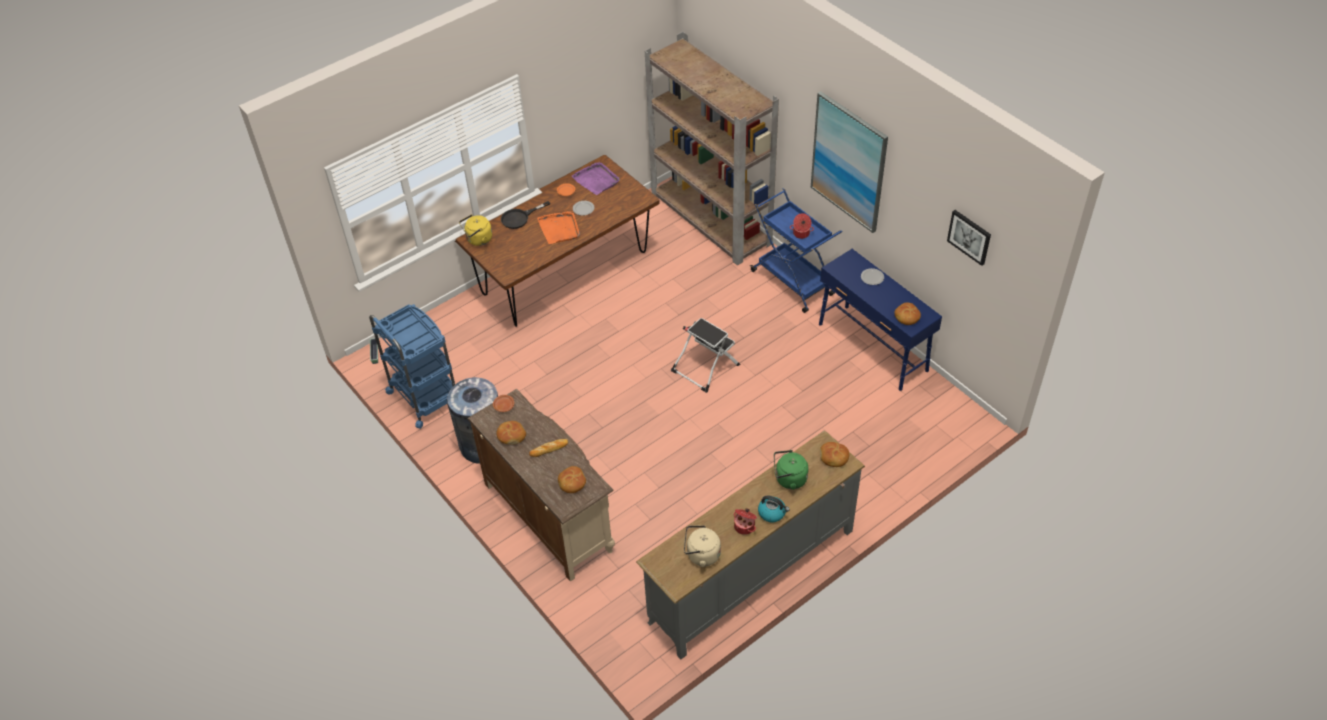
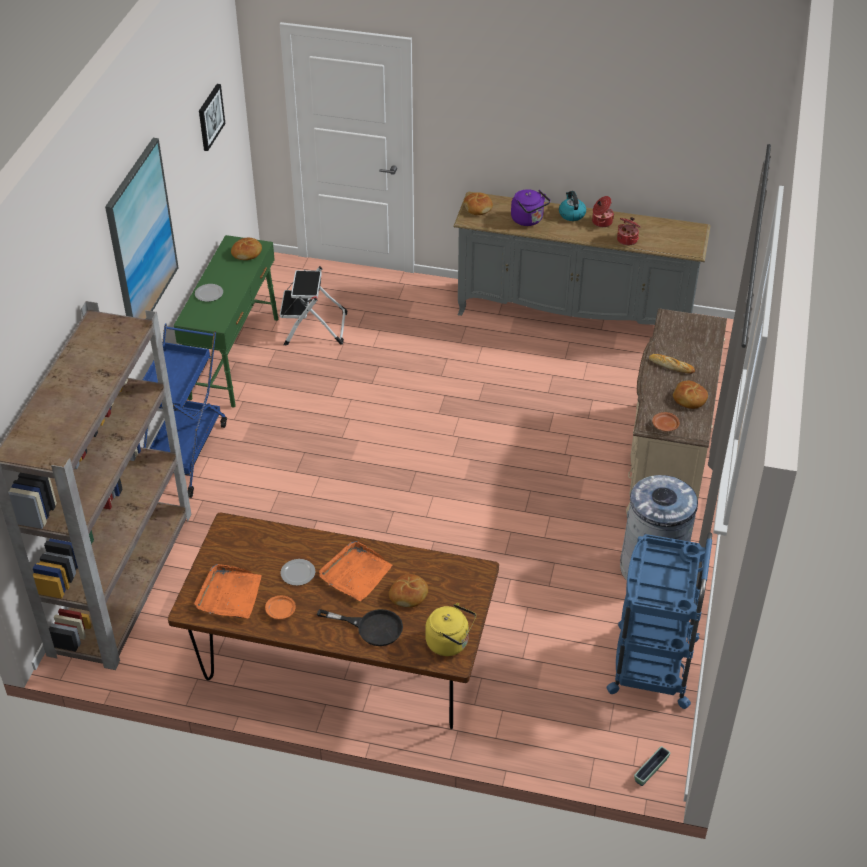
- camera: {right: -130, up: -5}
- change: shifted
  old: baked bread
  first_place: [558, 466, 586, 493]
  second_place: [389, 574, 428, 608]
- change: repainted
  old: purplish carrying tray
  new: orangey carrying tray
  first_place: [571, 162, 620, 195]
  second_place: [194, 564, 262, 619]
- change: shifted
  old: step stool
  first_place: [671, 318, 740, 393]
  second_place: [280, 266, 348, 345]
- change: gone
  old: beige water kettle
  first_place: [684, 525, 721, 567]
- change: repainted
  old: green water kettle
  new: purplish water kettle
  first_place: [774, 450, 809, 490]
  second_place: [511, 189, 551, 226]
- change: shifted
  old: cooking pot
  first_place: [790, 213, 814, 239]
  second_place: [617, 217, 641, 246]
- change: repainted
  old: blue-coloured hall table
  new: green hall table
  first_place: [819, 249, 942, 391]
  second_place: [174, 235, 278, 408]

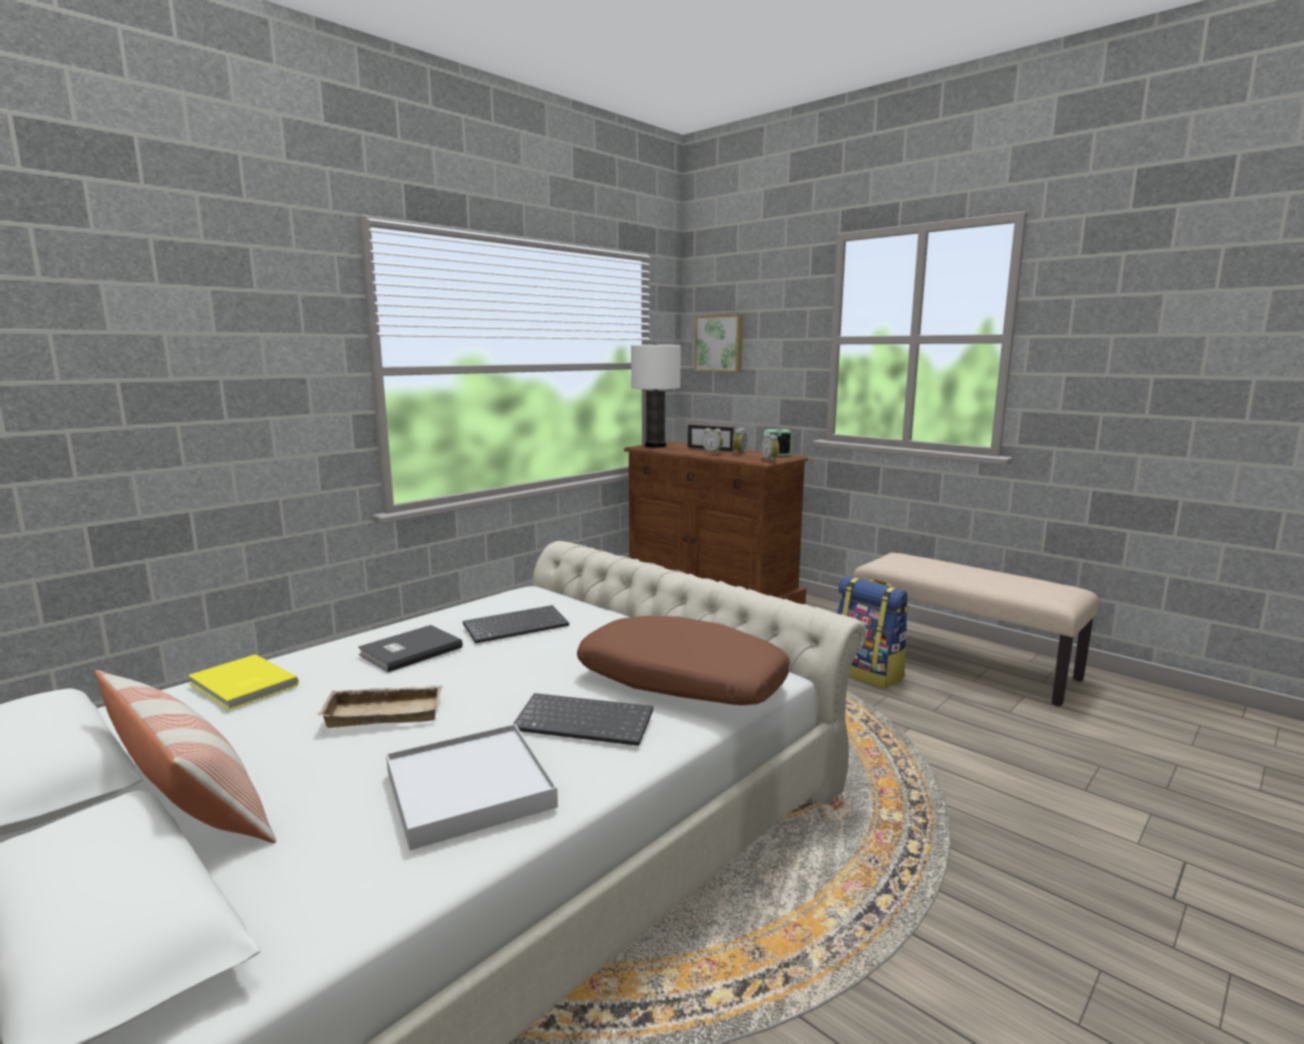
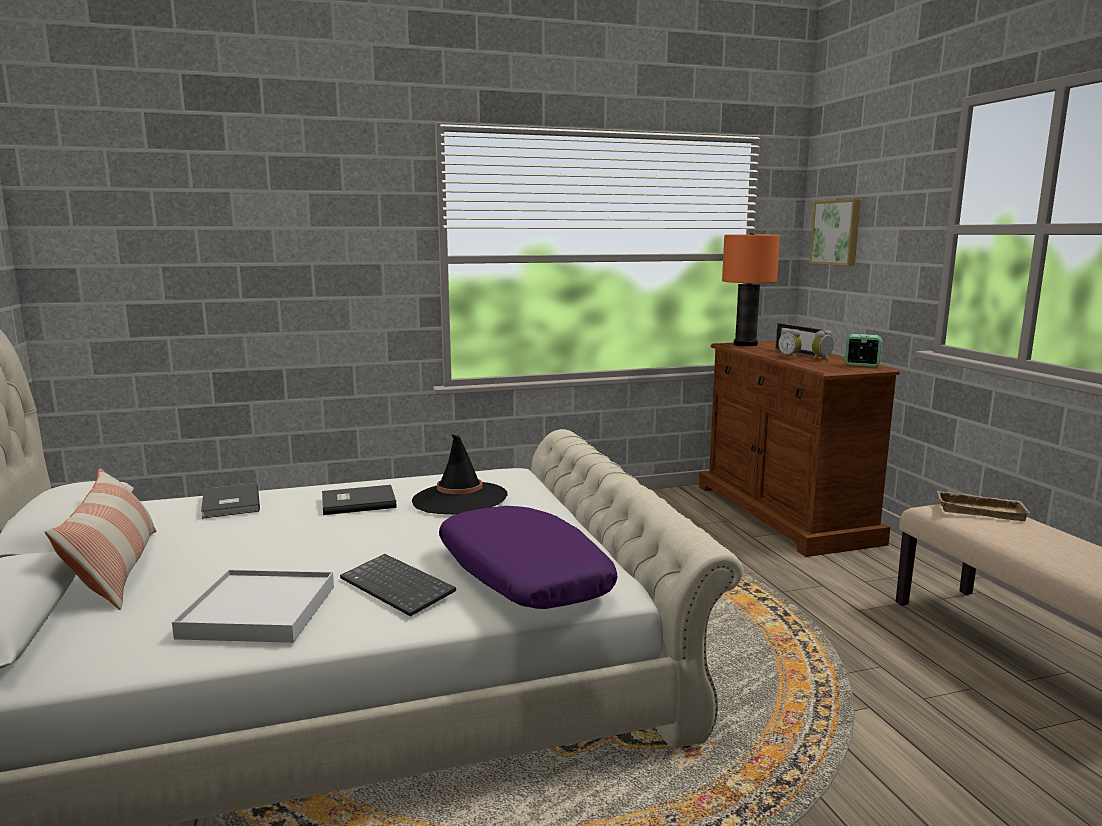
- camera: {right: 30, up: 0}
- change: repainted
  old: yellow volume
  new: greyish volume
  first_place: [188, 654, 299, 710]
  second_place: [201, 483, 260, 519]
- change: shifted
  old: beige carrying tray
  first_place: [318, 685, 443, 728]
  second_place: [937, 491, 1030, 521]
- change: swapped
  old: keyboard
  new: black-coloured wearable hat
  first_place: [463, 605, 569, 643]
  second_place: [412, 434, 508, 514]
- change: repainted
  old: brown-coloured pillow
  new: purplish pillow
  first_place: [577, 616, 790, 705]
  second_place: [439, 506, 617, 609]
- change: repainted
  old: white-coloured lamp for a table
  new: orangey lamp for a table
  first_place: [631, 343, 681, 448]
  second_place: [722, 233, 780, 346]
- change: gone
  old: alarm clock
  first_place: [761, 433, 779, 462]
- change: gone
  old: knapsack
  first_place: [837, 576, 909, 689]

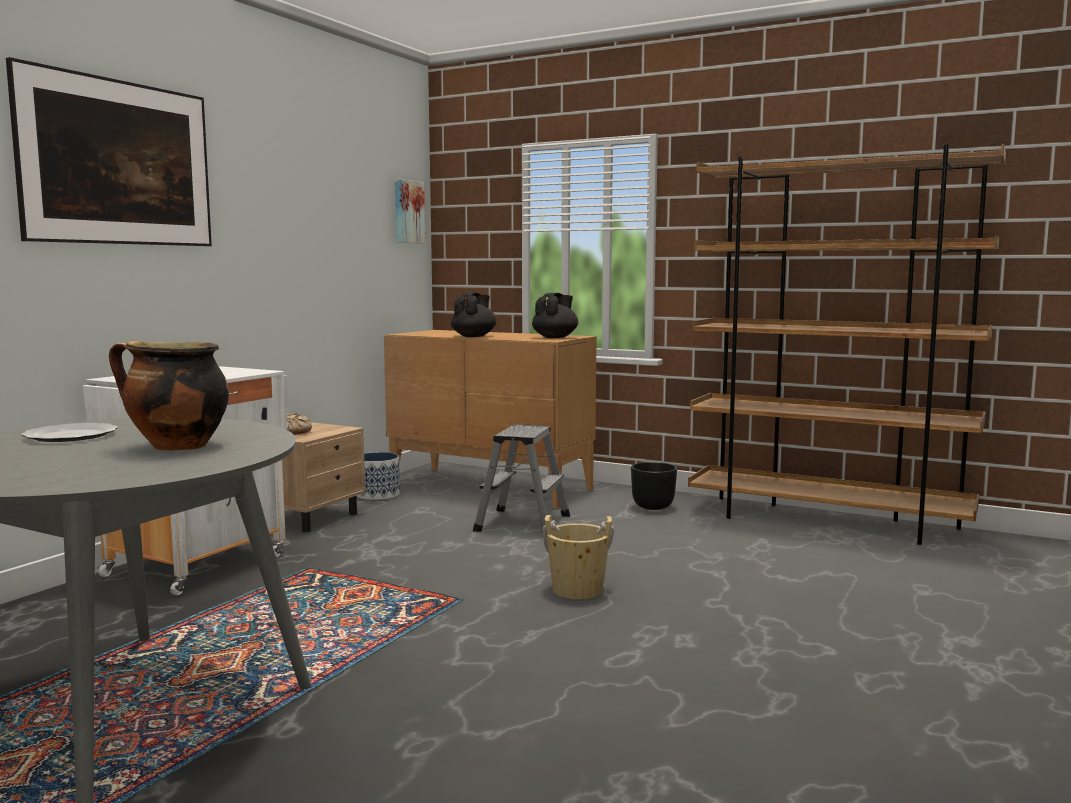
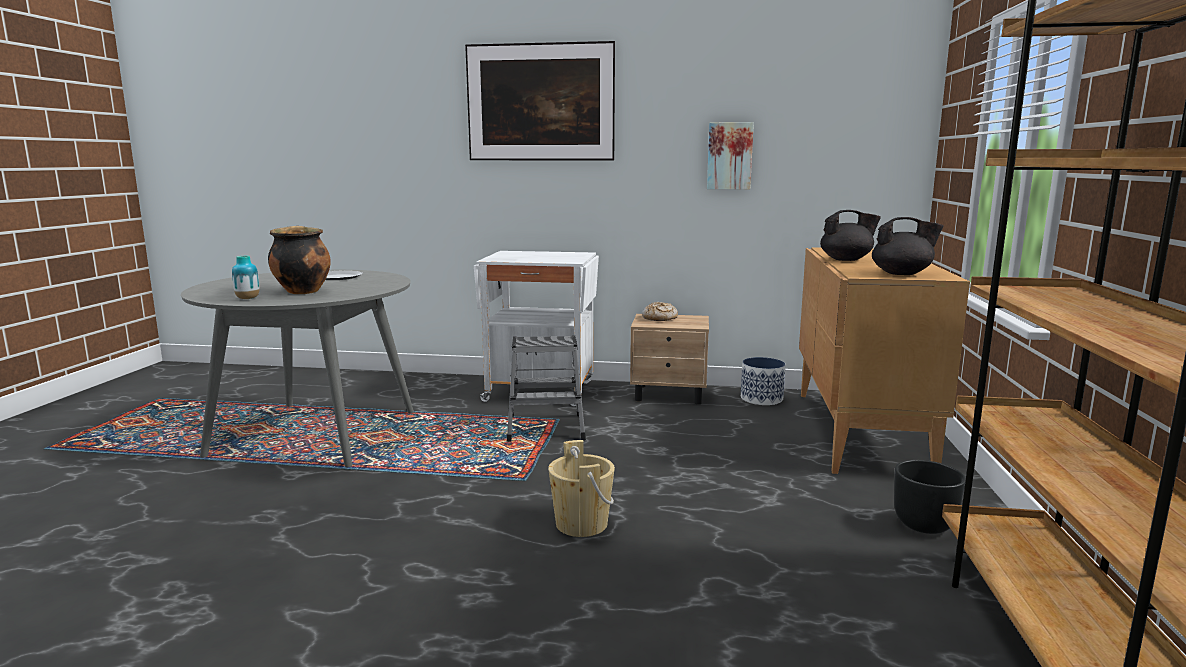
- camera: {right: 70, up: 5}
- change: shifted
  old: wall art
  first_place: [395, 179, 425, 244]
  second_place: [707, 122, 754, 189]
- change: shifted
  old: greyish step stool
  first_place: [473, 424, 570, 538]
  second_place: [507, 335, 586, 442]
- change: new
  new: vase
  second_place: [232, 256, 259, 299]

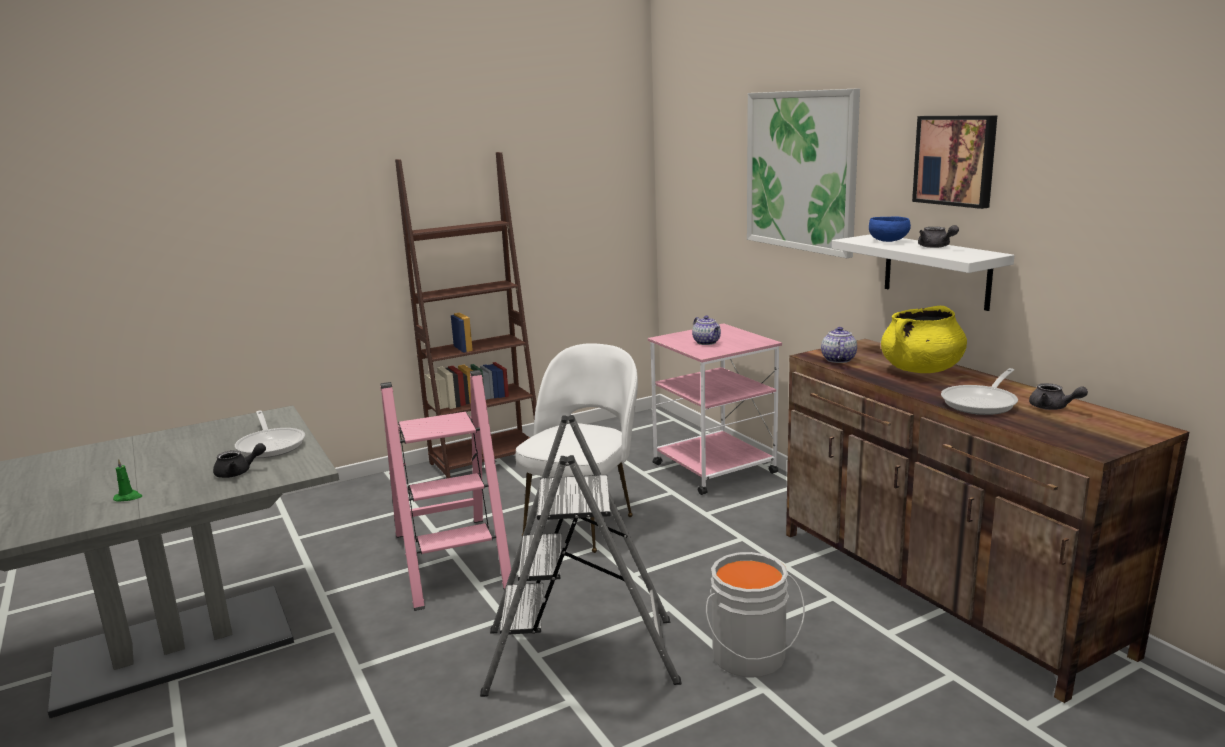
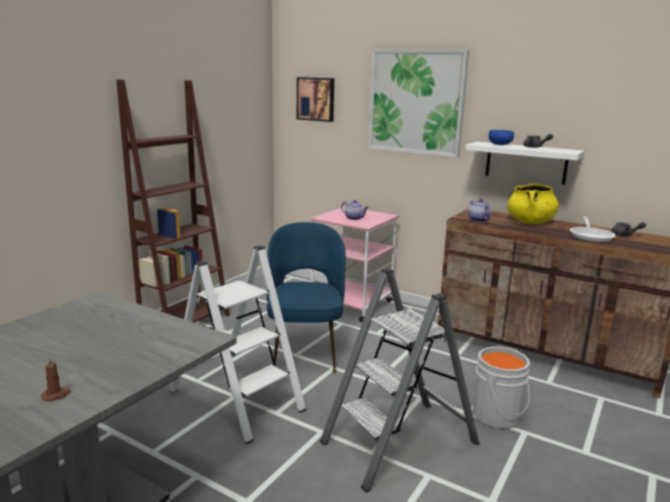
- camera: {right: -30, up: 0}
- change: repainted
  old: green wax light
  new: brown-coloured wax light
  first_place: [113, 459, 142, 502]
  second_place: [41, 356, 71, 401]
- change: gone
  old: black-coloured pot for tea
  first_place: [213, 443, 266, 478]
- change: gone
  old: skillet
  first_place: [235, 411, 305, 458]
- change: repainted
  old: pinkish step stool
  new: white-coloured step stool
  first_place: [381, 370, 511, 611]
  second_place: [170, 245, 307, 445]
- change: repainted
  old: white-coloured chair
  new: blue-coloured chair
  first_place: [515, 343, 638, 553]
  second_place: [266, 222, 346, 373]
- change: shifted
  old: wall art
  first_place: [912, 115, 997, 209]
  second_place: [297, 77, 334, 122]

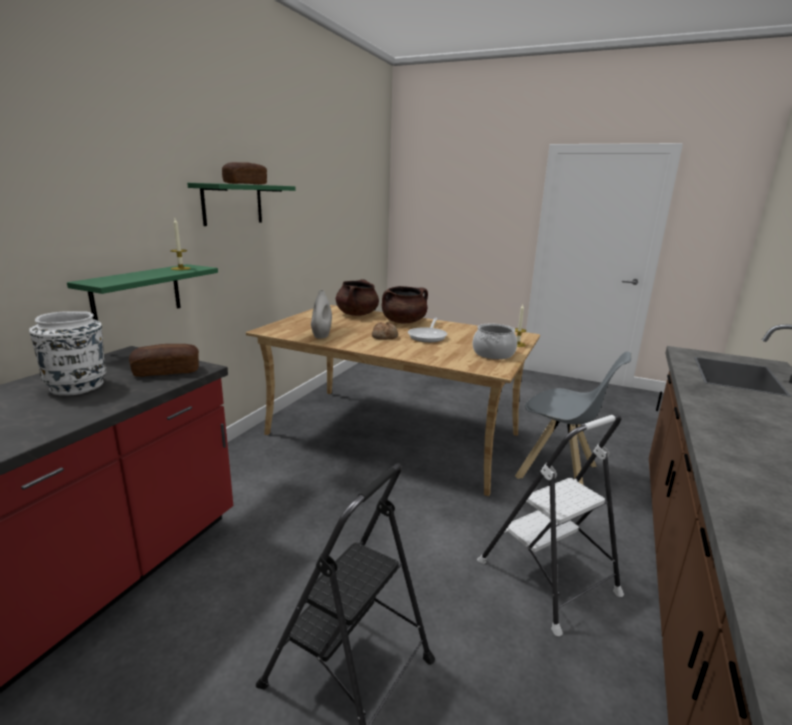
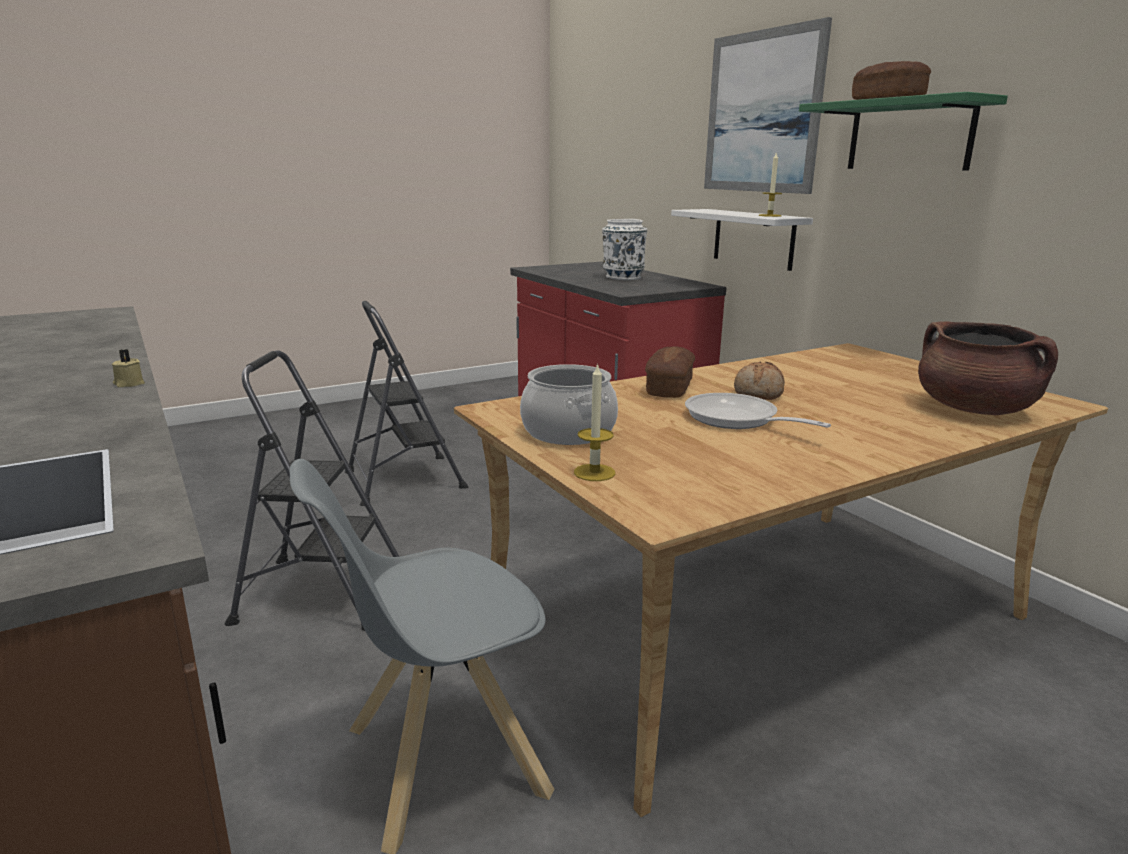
- camera: {right: 125, up: 0}
- change: repainted
  old: green shelf
  new: white-coloured shelf
  first_place: [67, 264, 218, 321]
  second_place: [671, 209, 813, 271]
- change: shifted
  old: baked bread
  first_place: [129, 344, 199, 377]
  second_place: [645, 346, 695, 398]
- change: gone
  old: white-coloured vase
  first_place: [311, 290, 332, 339]
- change: gone
  old: brown-coloured cooking pot
  first_place: [382, 286, 428, 323]
- change: repainted
  old: white-coloured step stool
  new: black-coloured step stool
  first_place: [477, 414, 624, 636]
  second_place: [225, 350, 400, 631]
- change: new
  new: beige wax light
  second_place: [112, 349, 145, 387]
- change: new
  new: wall art
  second_place: [704, 17, 832, 194]

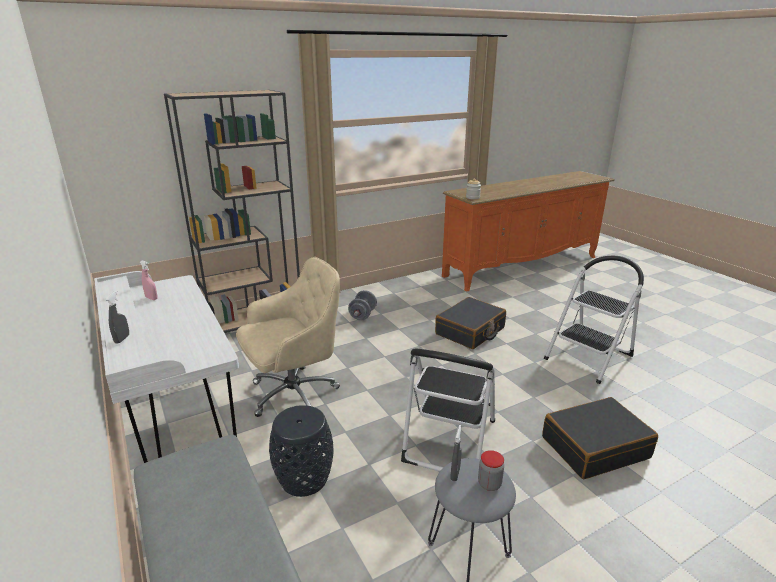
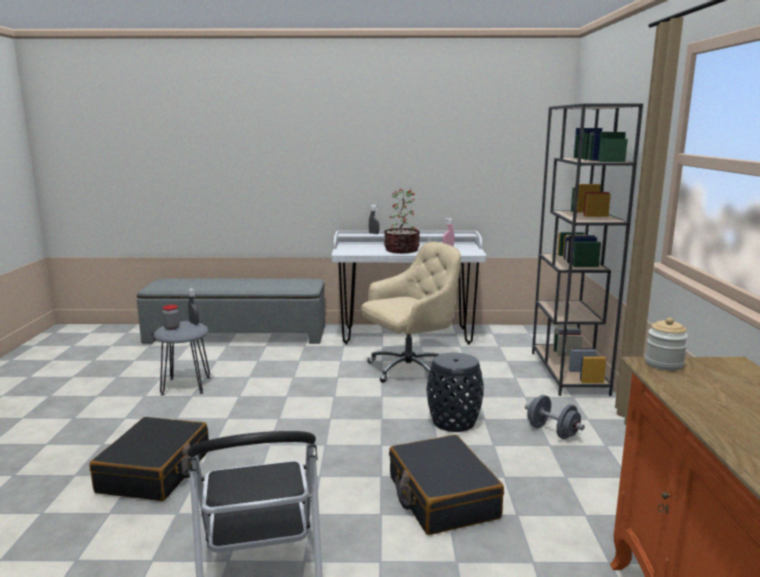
- camera: {right: 120, up: -10}
- change: rotated
  old: beige desk chair
  first_place: [236, 257, 340, 417]
  second_place: [361, 241, 461, 383]
  degrees: -120
- change: shifted
  old: black-coloured sitting stool
  first_place: [269, 405, 333, 497]
  second_place: [427, 353, 484, 432]
- change: gone
  old: step stool
  first_place: [401, 349, 495, 472]
- change: new
  new: potted plant
  second_place: [384, 189, 420, 253]

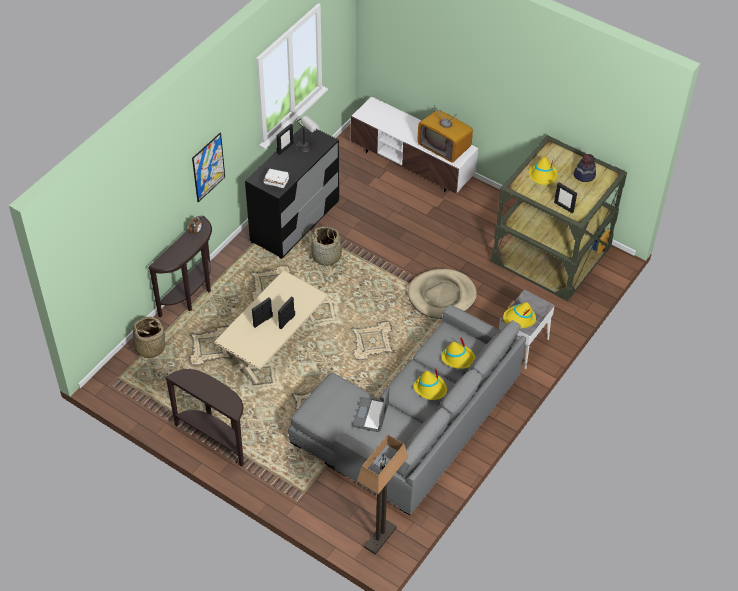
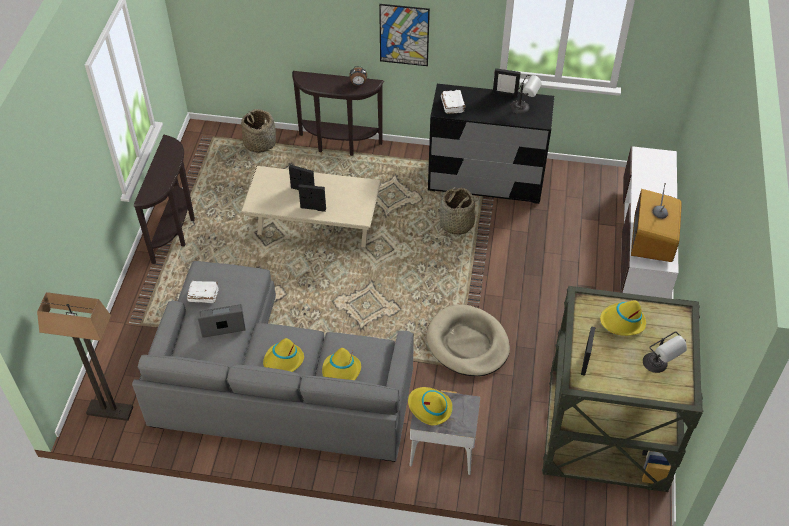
- camera: {right: 65, up: 0}
- change: swapped
  old: wearable hat
  new: lamp for a table
  first_place: [573, 154, 596, 182]
  second_place: [643, 332, 687, 373]
- change: new
  new: white-coloured volume
  second_place: [187, 281, 219, 303]

